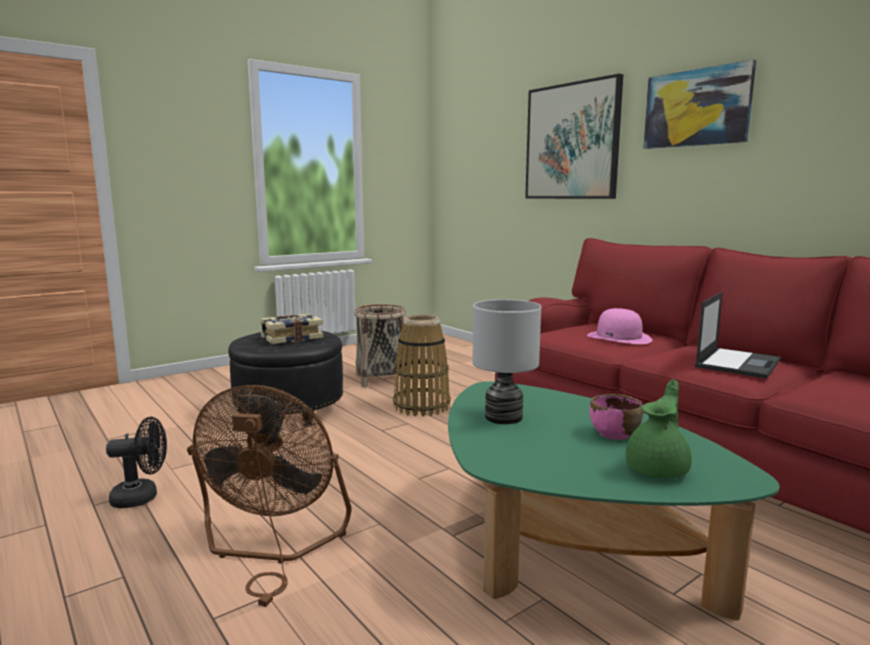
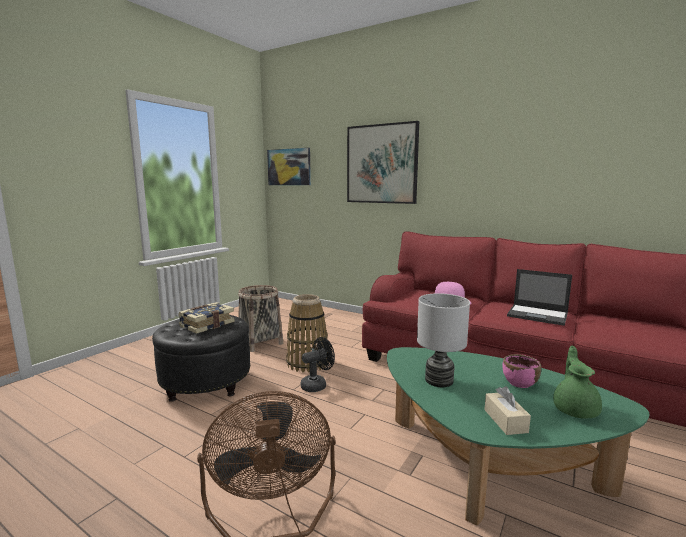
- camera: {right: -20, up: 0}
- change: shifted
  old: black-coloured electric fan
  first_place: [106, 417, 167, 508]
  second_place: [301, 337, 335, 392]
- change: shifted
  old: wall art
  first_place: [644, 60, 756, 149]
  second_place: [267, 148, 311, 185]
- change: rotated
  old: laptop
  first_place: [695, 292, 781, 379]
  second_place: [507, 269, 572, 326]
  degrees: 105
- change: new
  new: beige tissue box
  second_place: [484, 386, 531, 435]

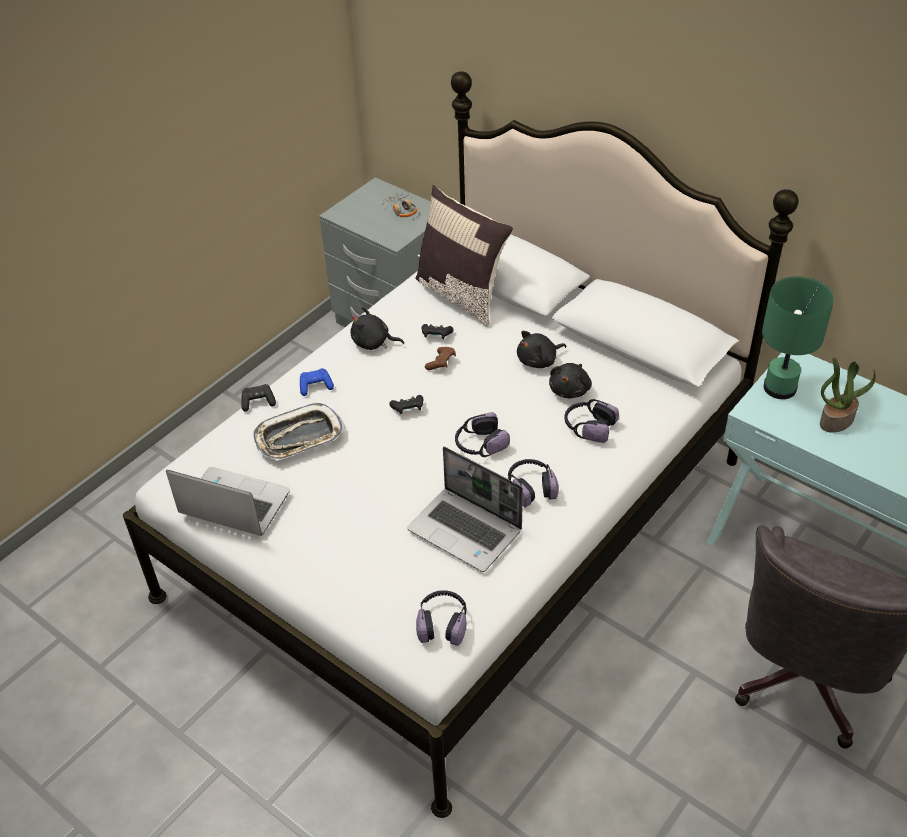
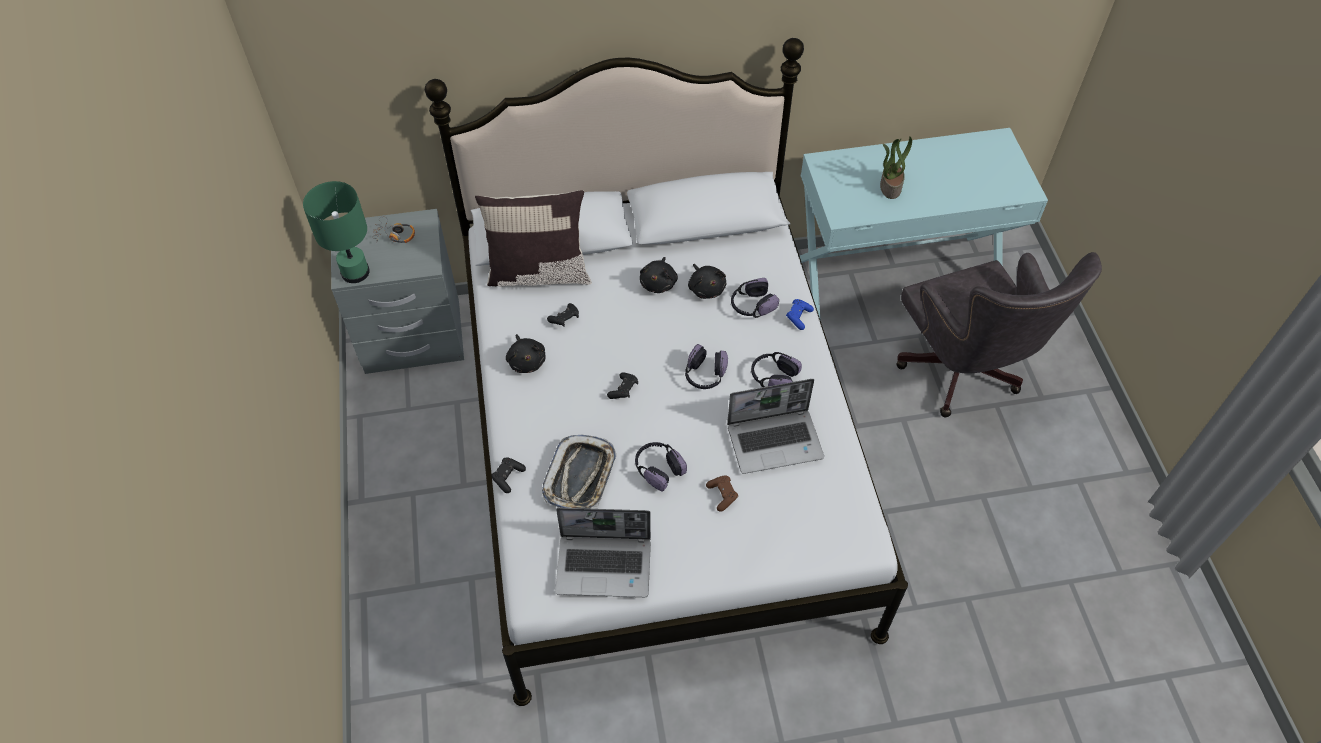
- camera: {right: -50, up: 10}
- change: rotated
  old: laptop
  first_place: [166, 467, 290, 536]
  second_place: [555, 508, 651, 597]
  degrees: -150
- change: shifted
  old: blue-coloured game controller
  first_place: [300, 368, 334, 396]
  second_place: [786, 299, 814, 330]
- change: rotated
  old: black-coloured soft toy
  first_place: [351, 307, 404, 350]
  second_place: [506, 334, 546, 373]
  degrees: -75
- change: shifted
  old: headphones
  first_place: [416, 590, 467, 646]
  second_place: [635, 442, 687, 492]
- change: shifted
  old: brown-coloured game controller
  first_place: [425, 347, 456, 370]
  second_place: [706, 476, 738, 512]
- change: shifted
  old: green lamp for a table
  first_place: [762, 276, 834, 399]
  second_place: [303, 181, 370, 283]

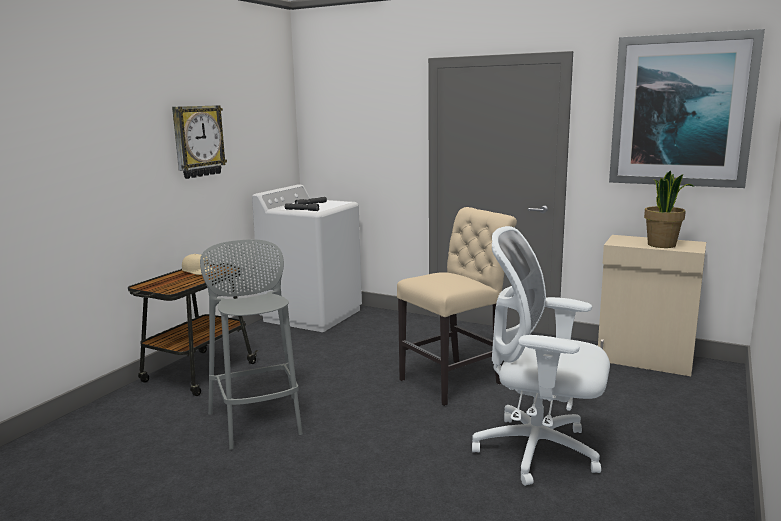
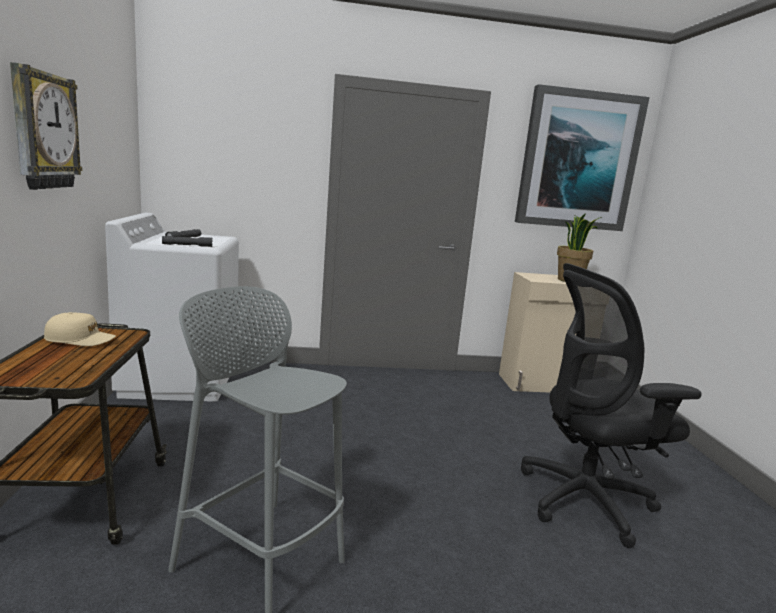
- camera: {right: -35, up: 0}
- change: gone
  old: beige sitting stool
  first_place: [397, 207, 517, 406]
- change: repainted
  old: white-coloured desk chair
  new: black-coloured desk chair
  first_place: [472, 226, 610, 486]
  second_place: [521, 263, 702, 548]

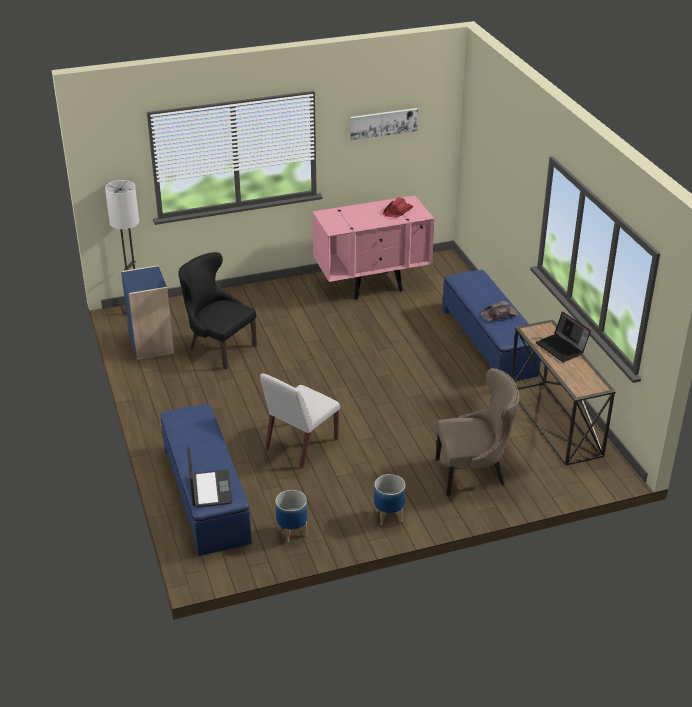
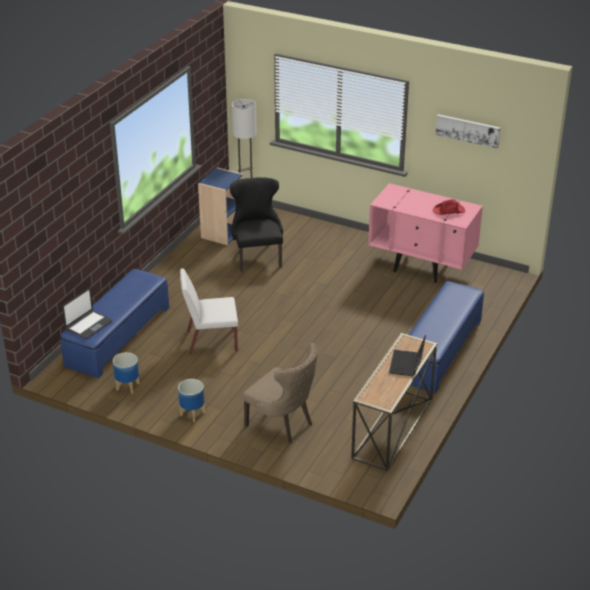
- camera: {right: 45, up: 0}
- change: gone
  old: brown-coloured wearable hat
  first_place: [481, 301, 518, 321]

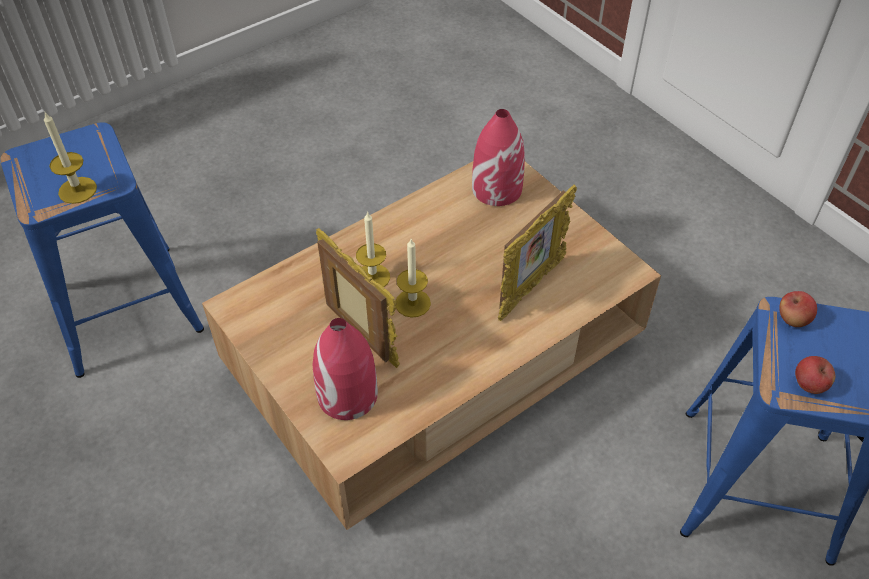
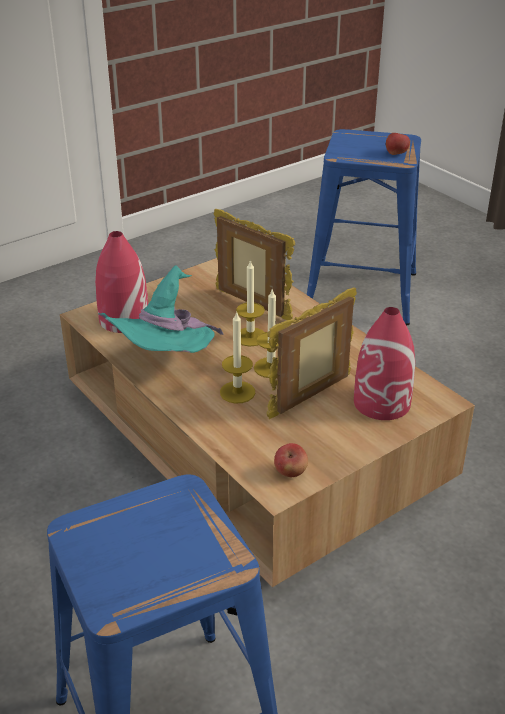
- camera: {right: -90, up: -15}
- change: shifted
  old: wax light
  first_place: [44, 113, 97, 204]
  second_place: [236, 259, 265, 346]
- change: shifted
  old: apple
  first_place: [779, 291, 817, 327]
  second_place: [274, 443, 308, 477]
- change: new
  new: turquoise-coloured wearable hat
  second_place: [98, 265, 224, 353]

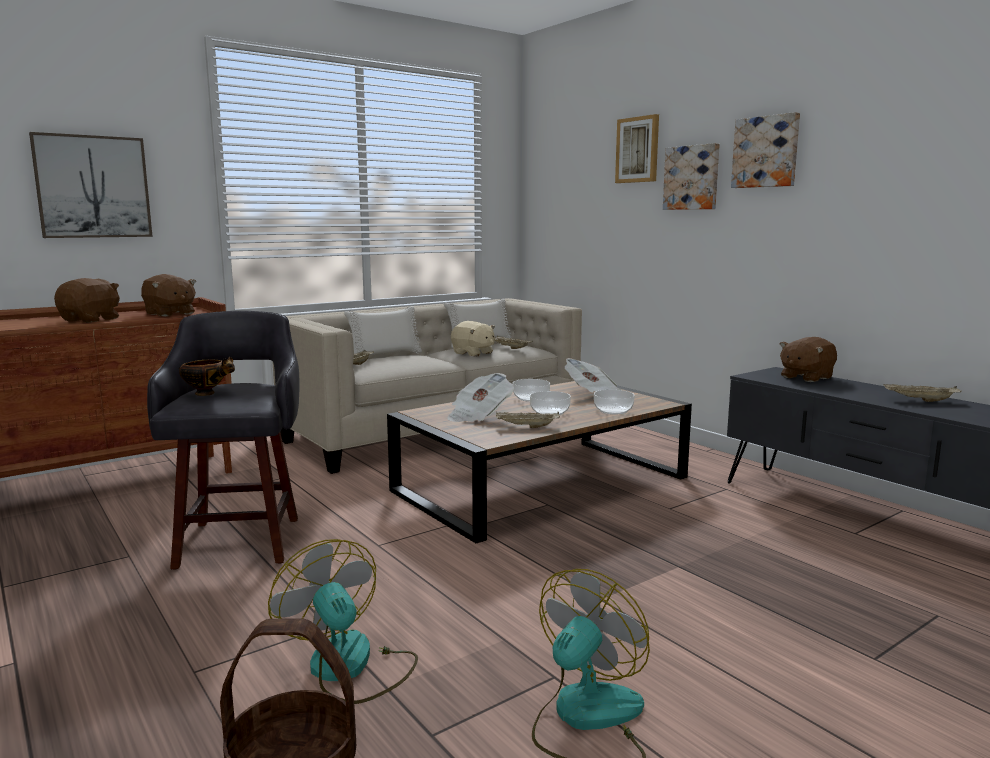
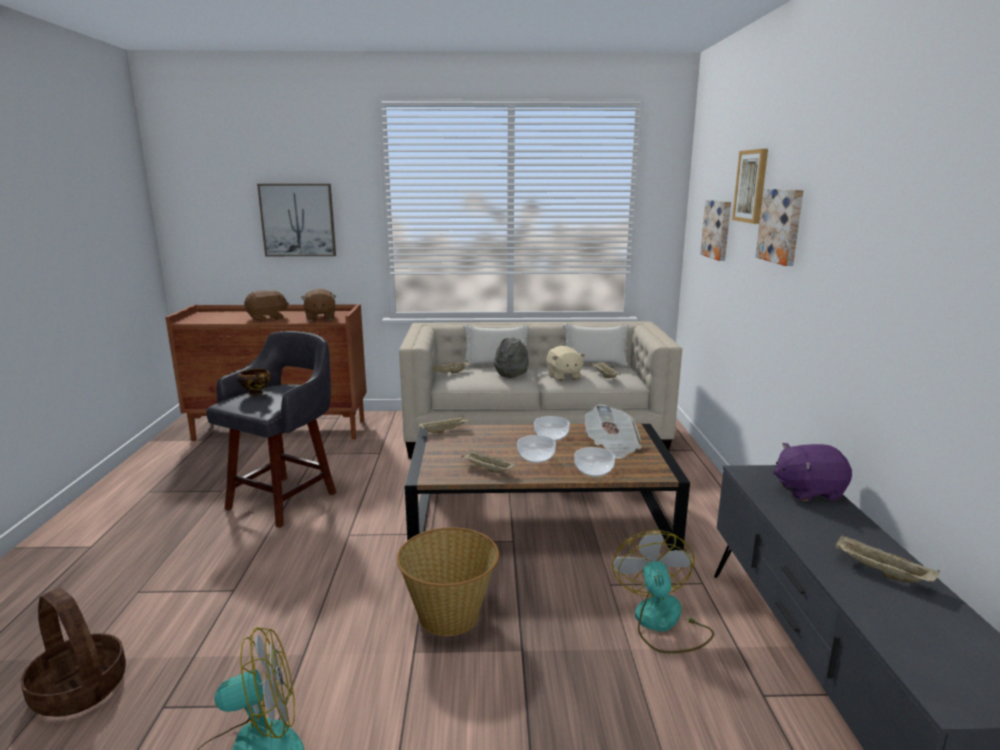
- camera: {right: 35, up: 5}
- change: shifted
  old: electric fan
  first_place: [268, 539, 418, 704]
  second_place: [612, 530, 714, 654]
- change: gone
  old: newspaper
  first_place: [447, 373, 514, 422]
- change: shifted
  old: wall art
  first_place: [731, 112, 800, 188]
  second_place: [700, 200, 731, 261]
- change: repainted
  old: brown-coloured soft toy
  new: purplish soft toy
  first_place: [780, 337, 837, 382]
  second_place: [773, 443, 852, 501]
- change: new
  new: storage basket
  second_place: [397, 527, 499, 636]
- change: new
  new: beige carrying tray
  second_place: [418, 415, 470, 433]
- change: new
  new: greyish wearable hat
  second_place: [494, 338, 528, 378]

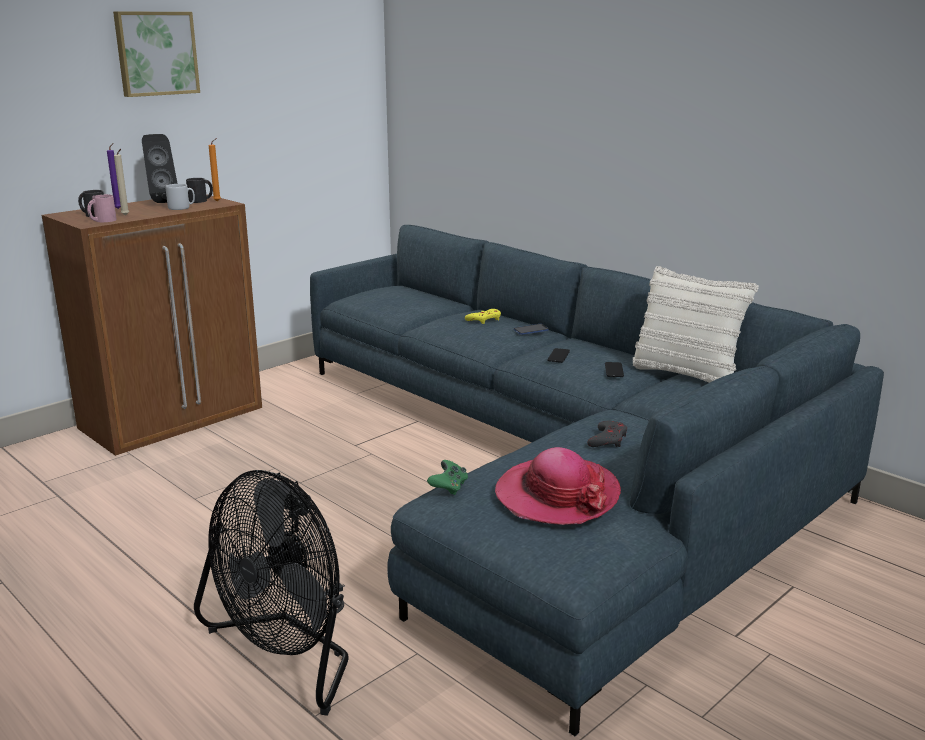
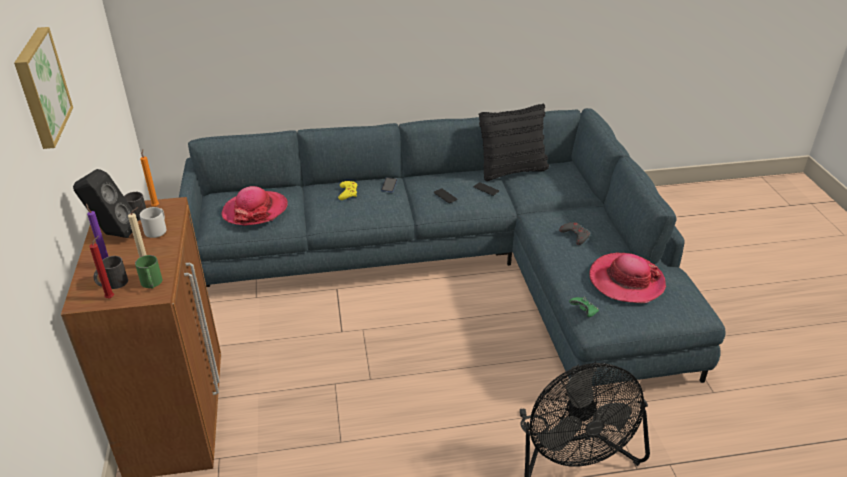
- camera: {right: -55, up: 15}
- change: repainted
  old: pinkish mug
  new: green mug
  first_place: [87, 194, 117, 222]
  second_place: [135, 255, 162, 289]
- change: repainted
  old: beige pillow
  new: black-coloured pillow
  first_place: [632, 266, 759, 383]
  second_place: [479, 104, 549, 181]
- change: new
  new: reddish wax light
  second_place: [89, 236, 114, 298]
- change: new
  new: wearable hat
  second_place: [221, 186, 288, 226]

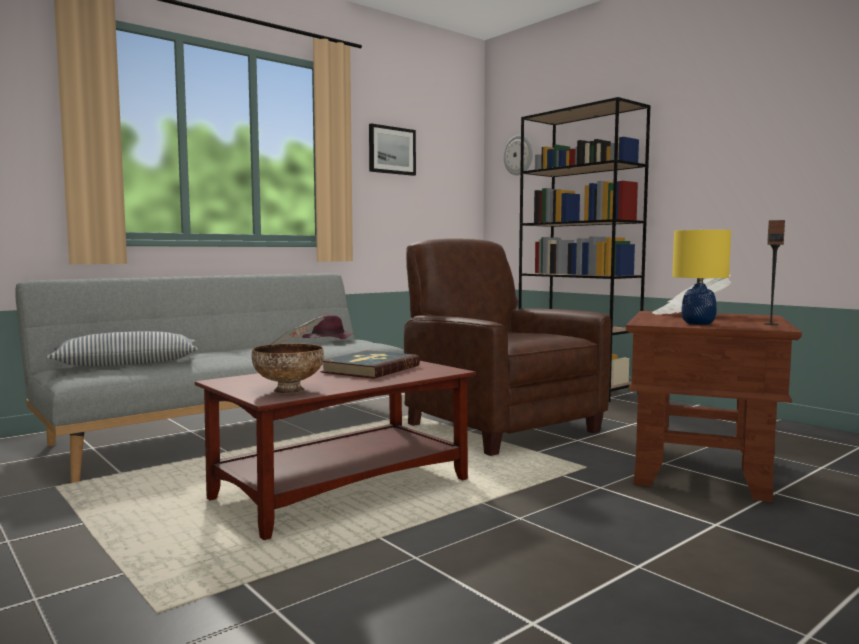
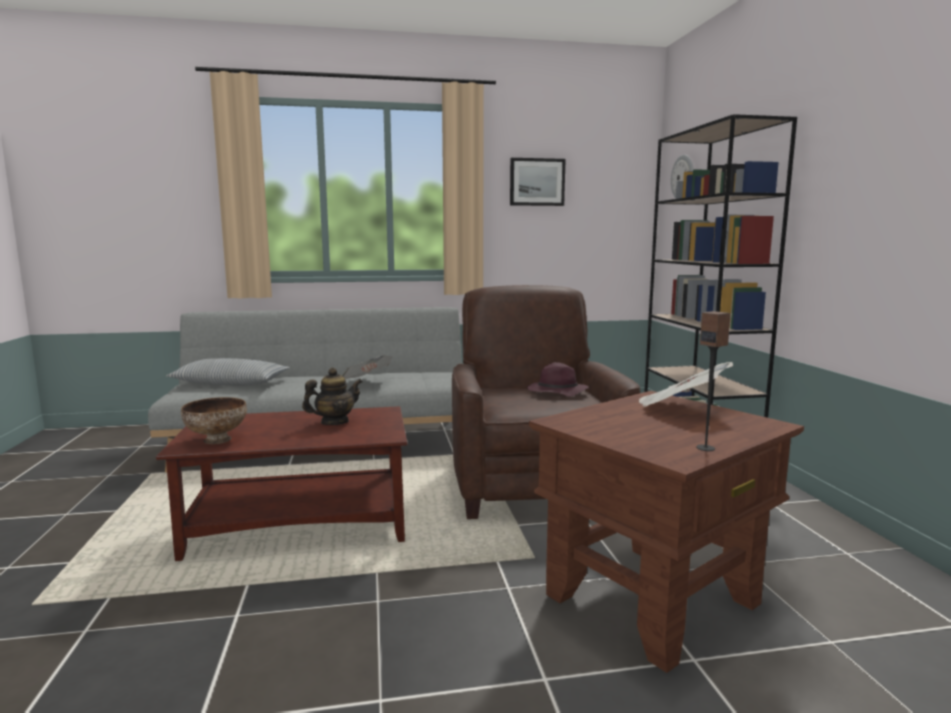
- camera: {right: 30, up: 5}
- change: shifted
  old: purplish wearable hat
  first_place: [302, 314, 353, 340]
  second_place: [527, 362, 589, 397]
- change: swapped
  old: volume
  new: pot for tea
  first_place: [320, 350, 420, 379]
  second_place: [302, 367, 363, 425]
- change: gone
  old: yellow lamp for a table
  first_place: [672, 229, 731, 325]

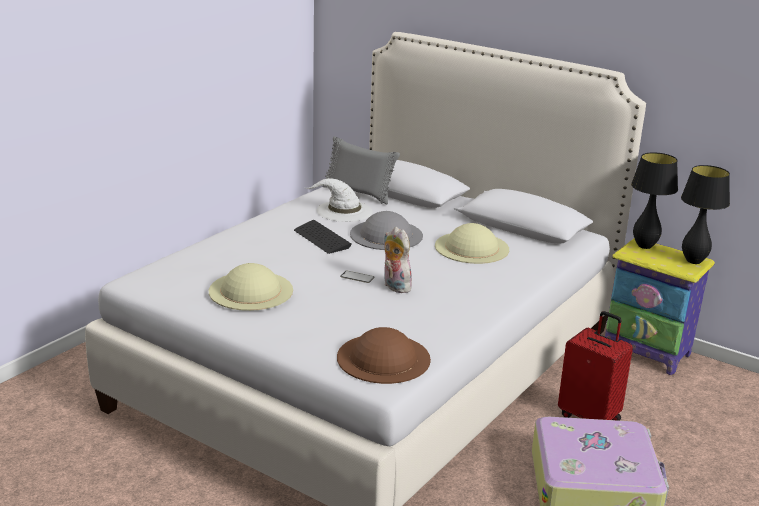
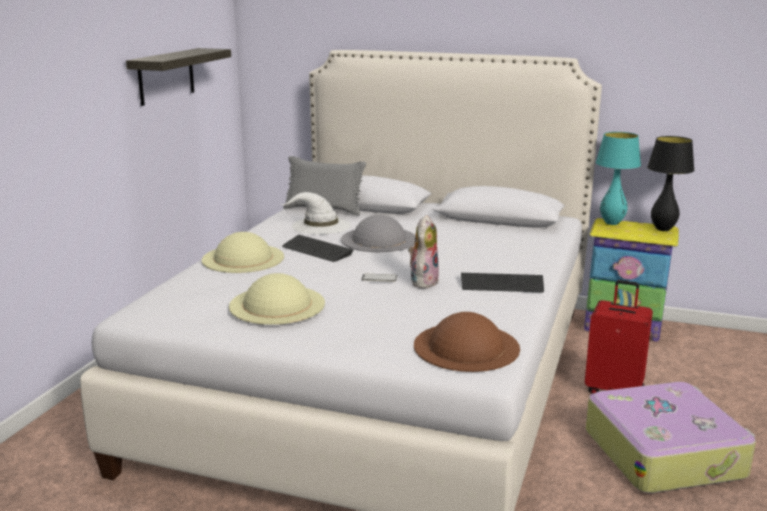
- camera: {right: -15, up: -5}
- change: rotated
  old: soft toy
  first_place: [384, 227, 412, 293]
  second_place: [408, 215, 439, 288]
  degrees: 75
- change: shifted
  old: beige wearable hat
  first_place: [435, 223, 509, 264]
  second_place: [202, 232, 284, 273]
- change: repainted
  old: black-coloured lamp for a table
  new: turquoise-coloured lamp for a table
  first_place: [631, 152, 678, 249]
  second_place: [596, 132, 641, 225]
- change: new
  new: shelf
  second_place: [126, 48, 231, 106]
- change: new
  new: keyboard
  second_place: [461, 273, 544, 292]

